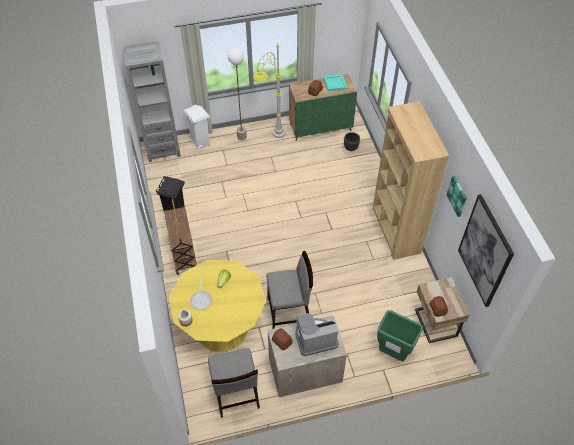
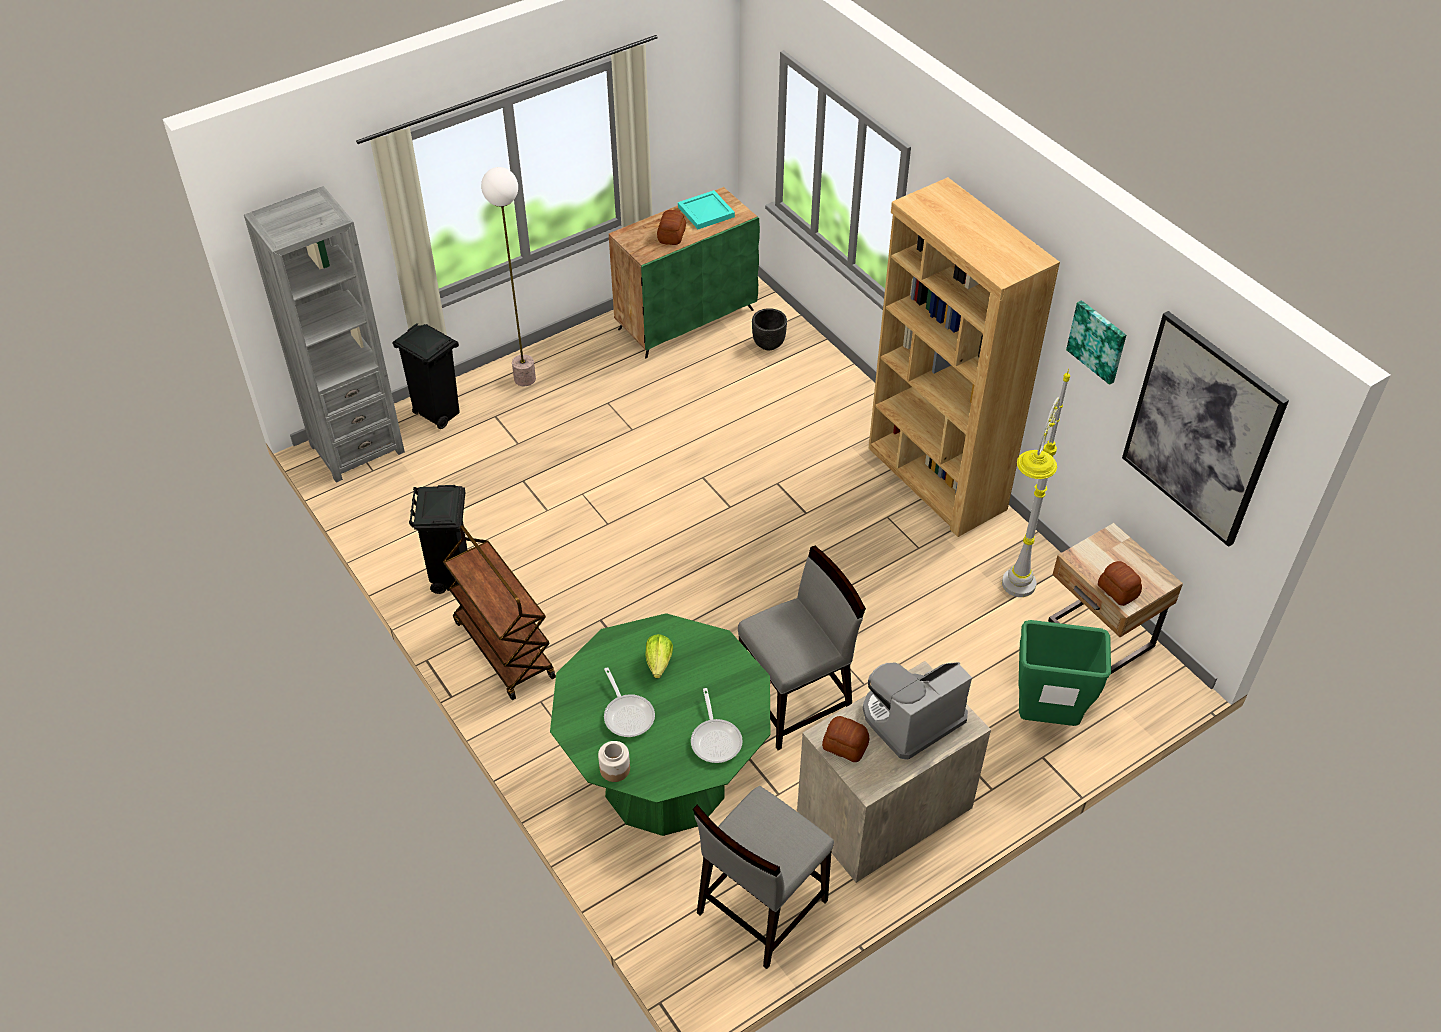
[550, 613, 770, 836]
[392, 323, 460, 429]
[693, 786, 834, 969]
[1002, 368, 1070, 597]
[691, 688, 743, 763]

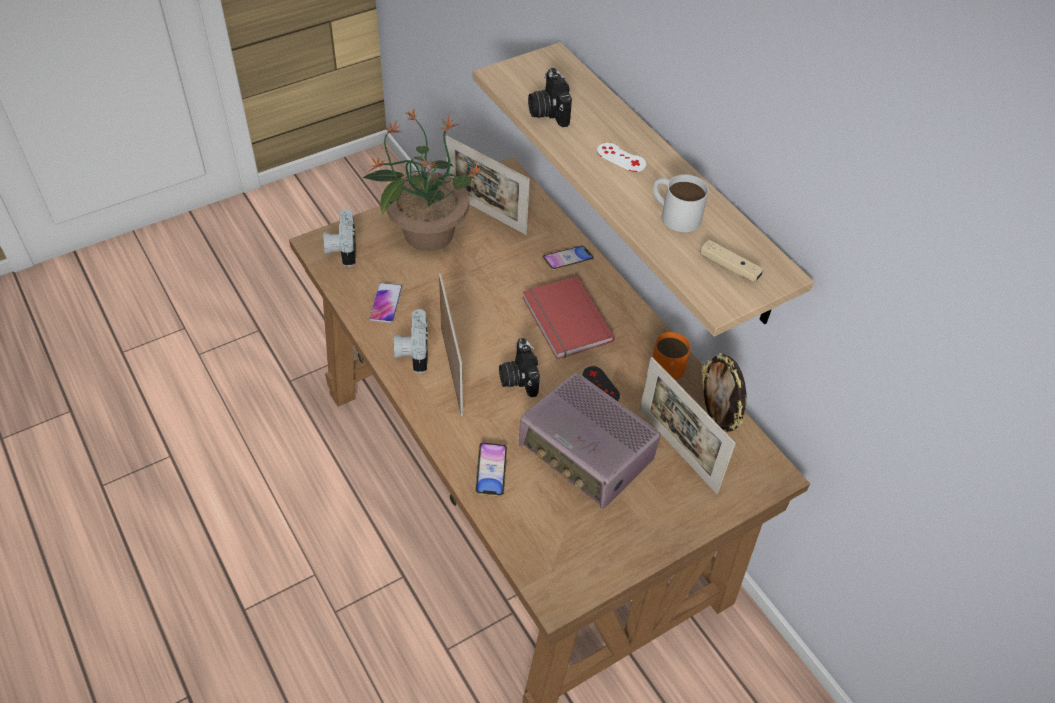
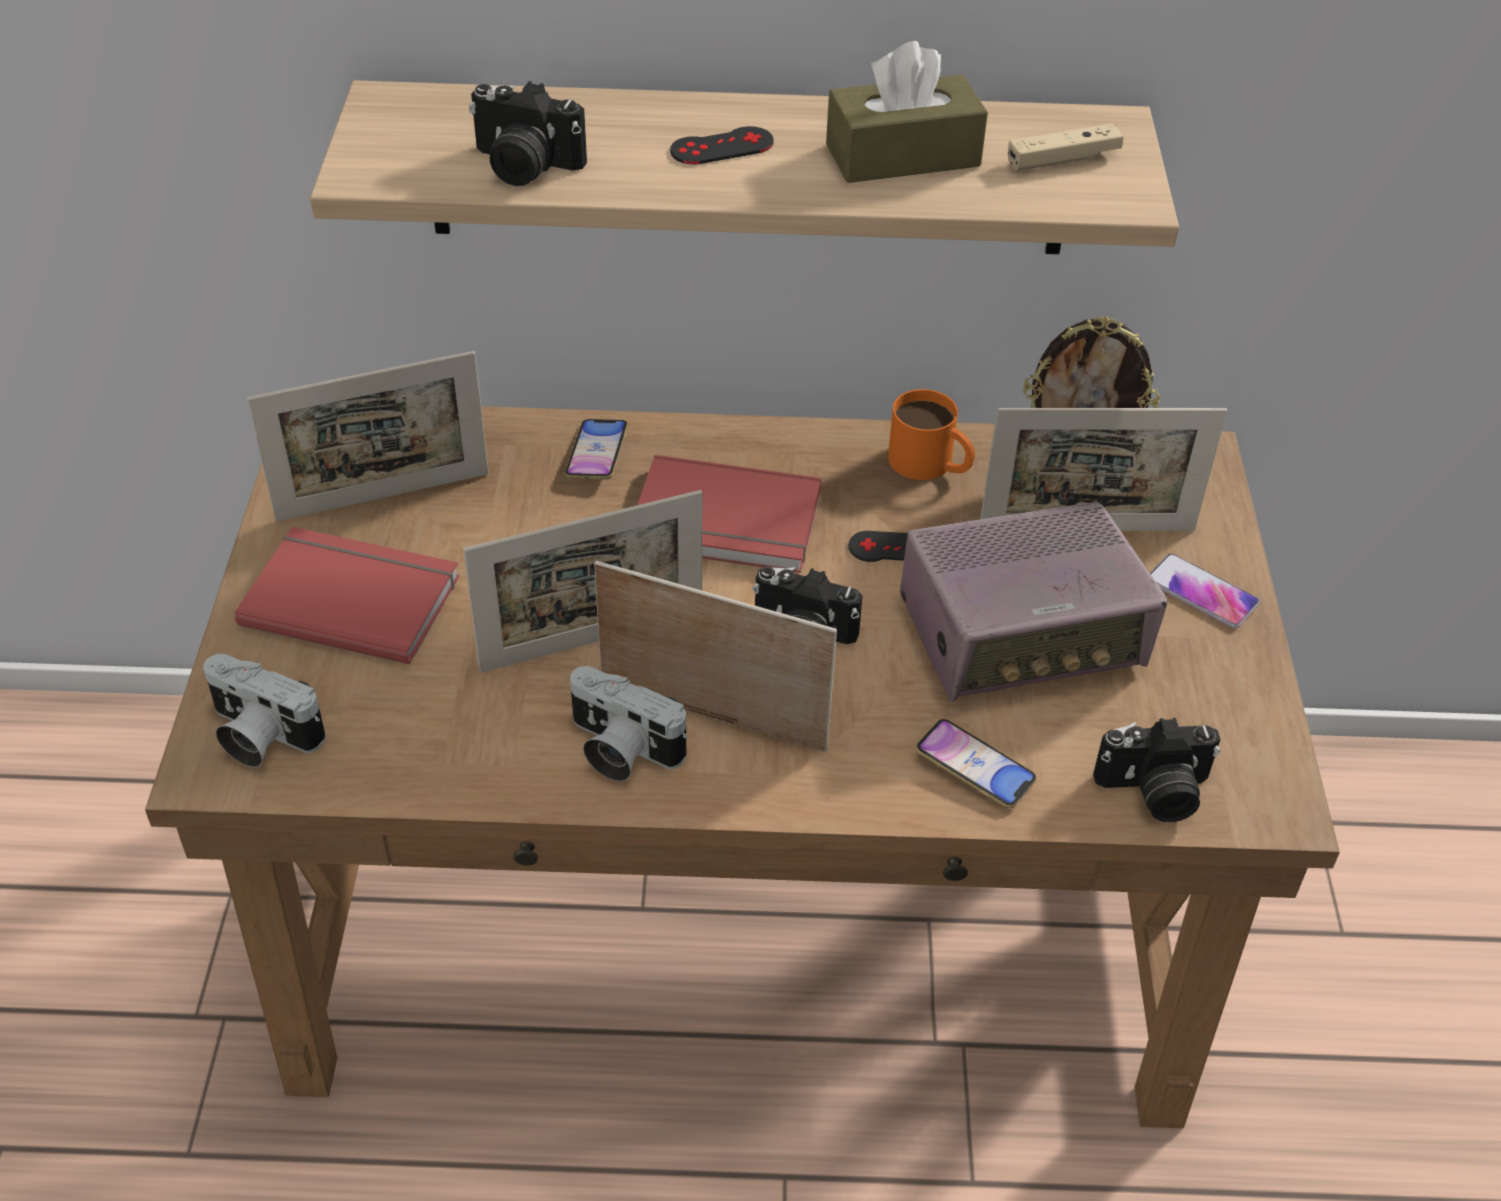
[235, 527, 459, 665]
[1150, 554, 1260, 628]
[670, 126, 774, 165]
[826, 41, 988, 183]
[463, 490, 702, 673]
[1093, 718, 1220, 822]

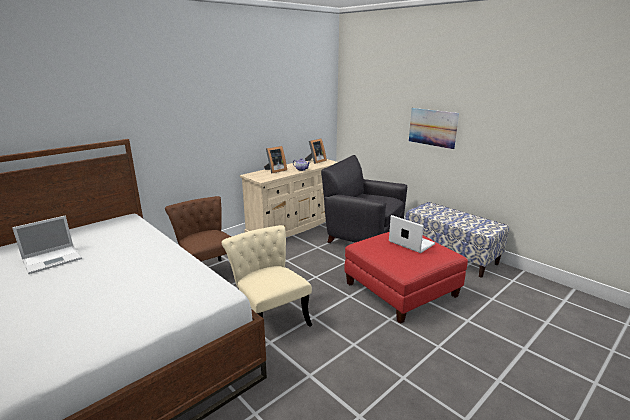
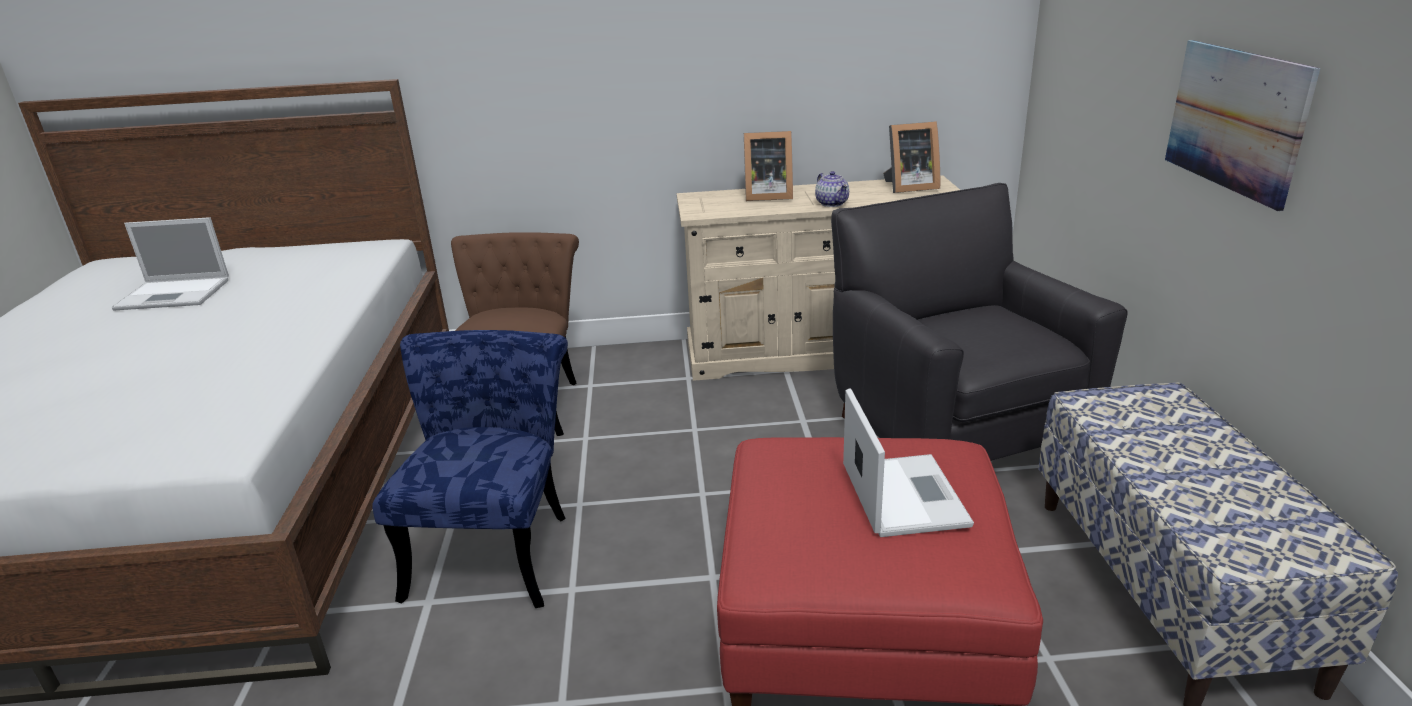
[372, 330, 568, 608]

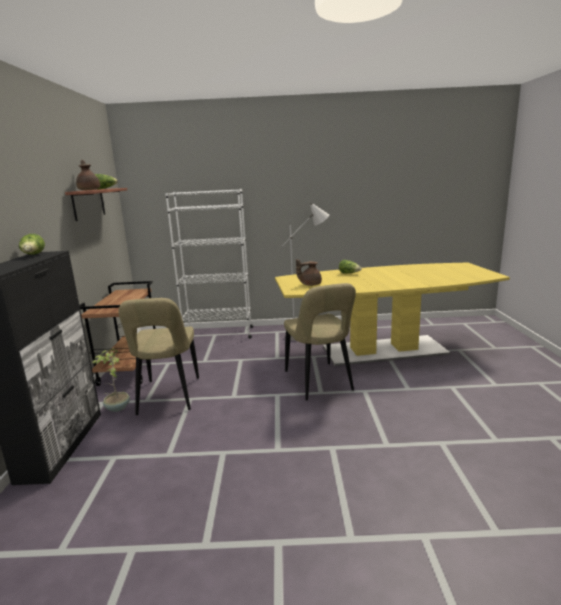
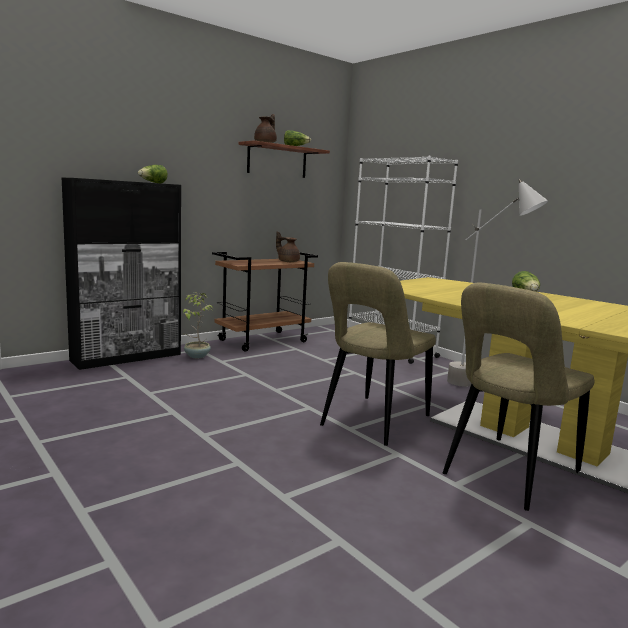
[443, 283, 594, 511]
[276, 232, 300, 262]

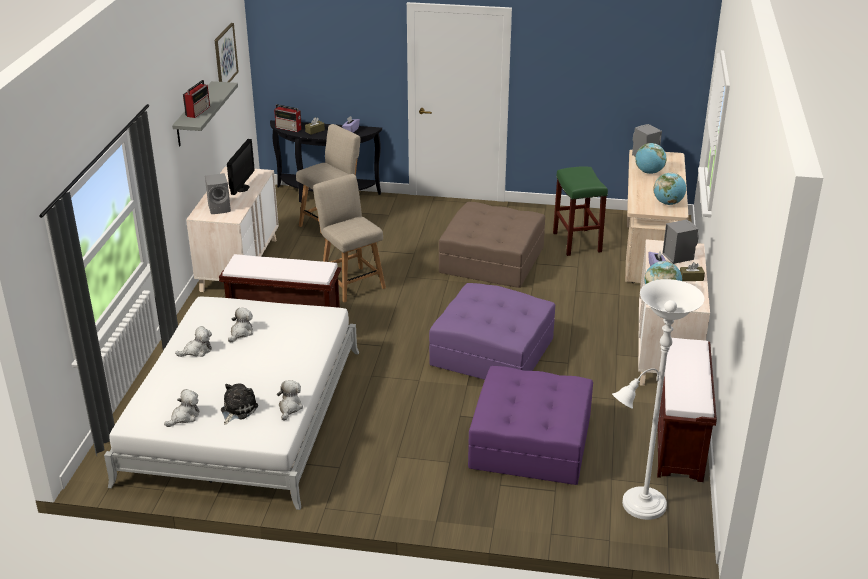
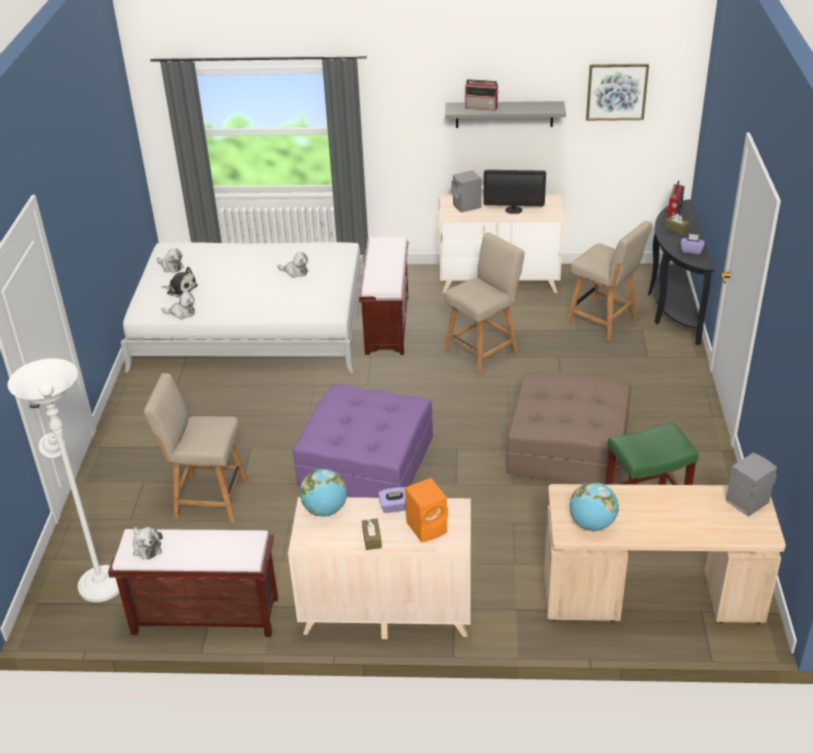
[133, 527, 163, 560]
[144, 373, 248, 522]
[635, 143, 667, 174] (first image)
[405, 478, 448, 543]

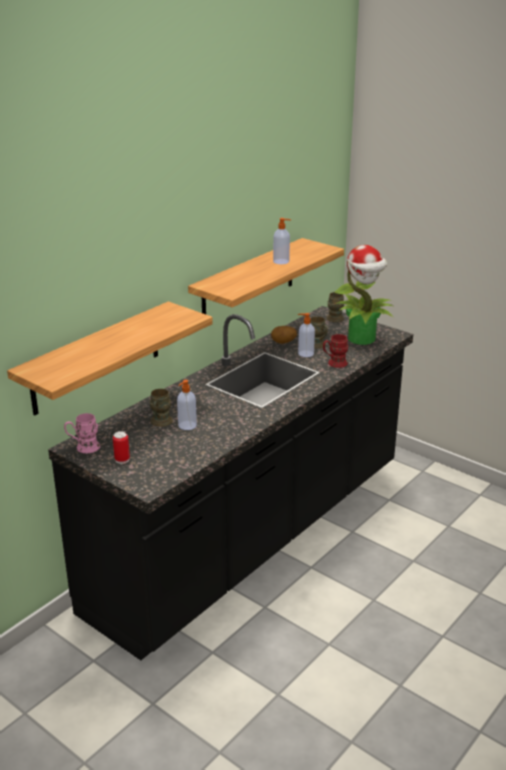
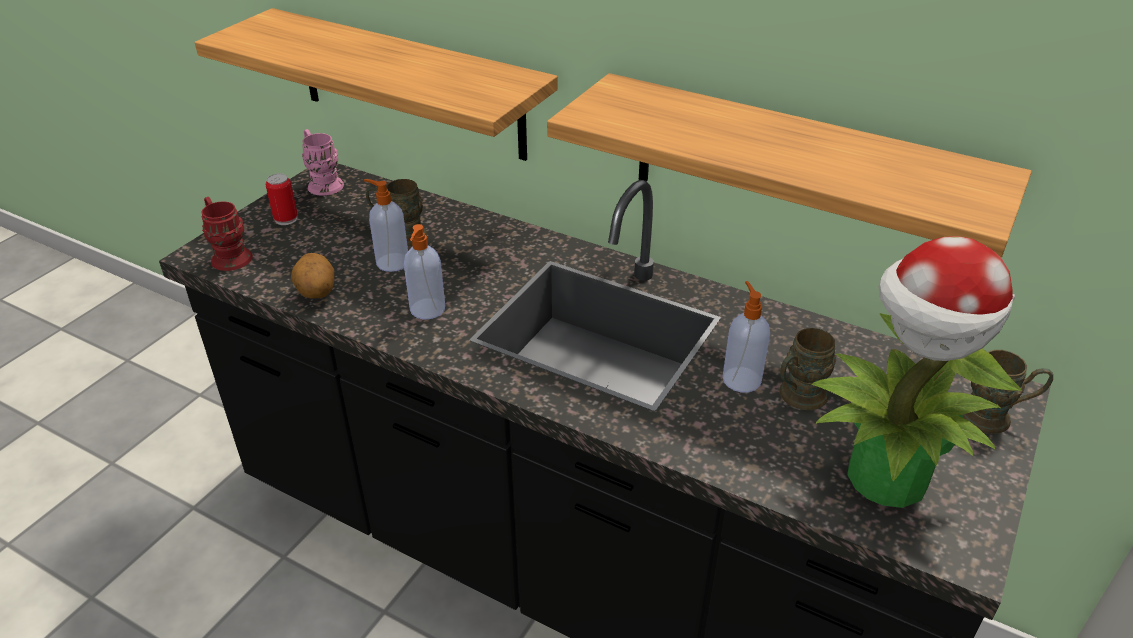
[291, 253, 334, 298]
[404, 224, 445, 319]
[201, 197, 253, 271]

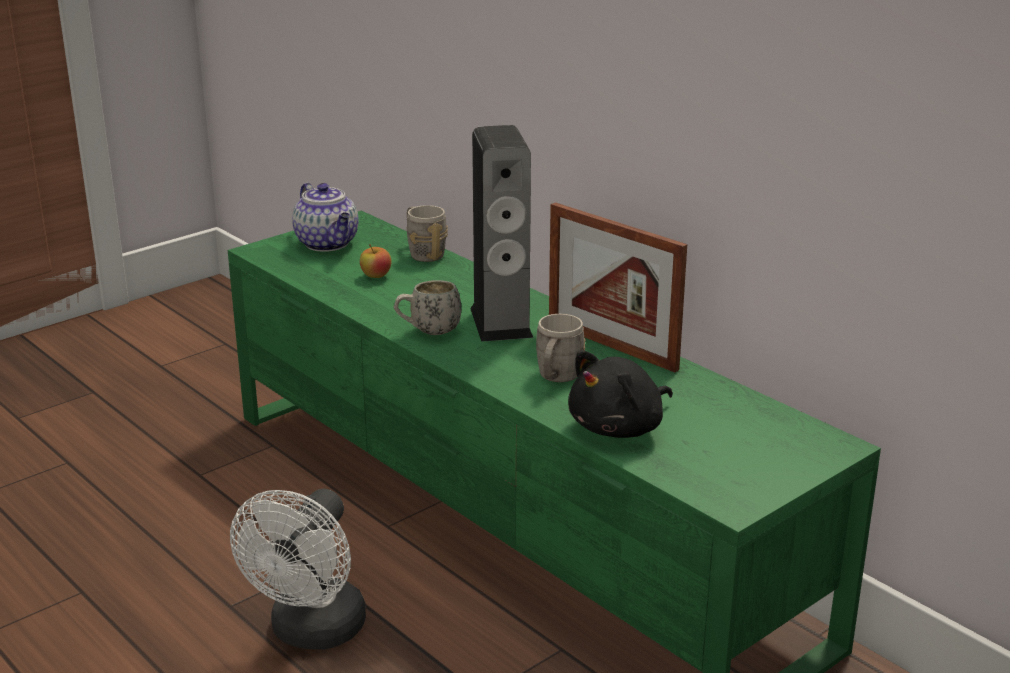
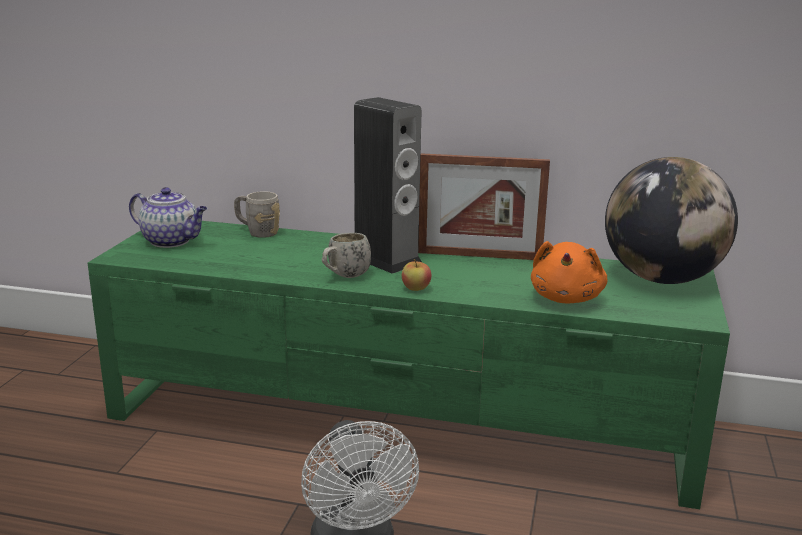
[402, 259, 431, 291]
[536, 314, 586, 382] (first image)
[531, 241, 607, 303]
[605, 157, 738, 284]

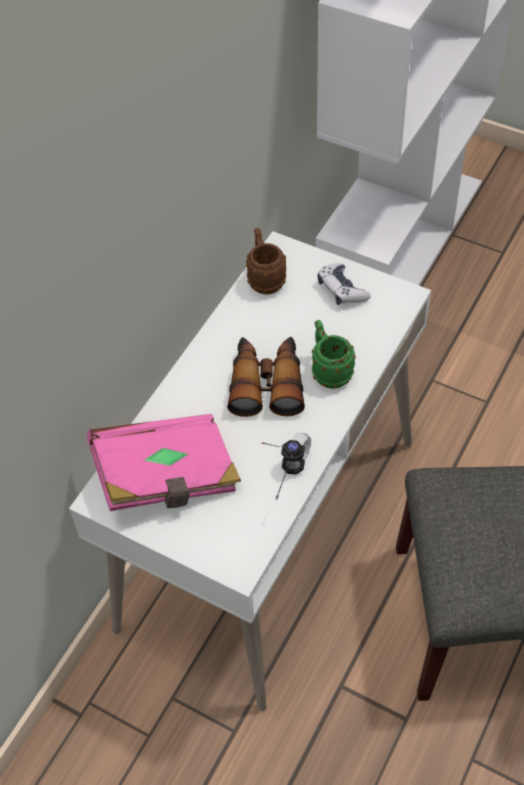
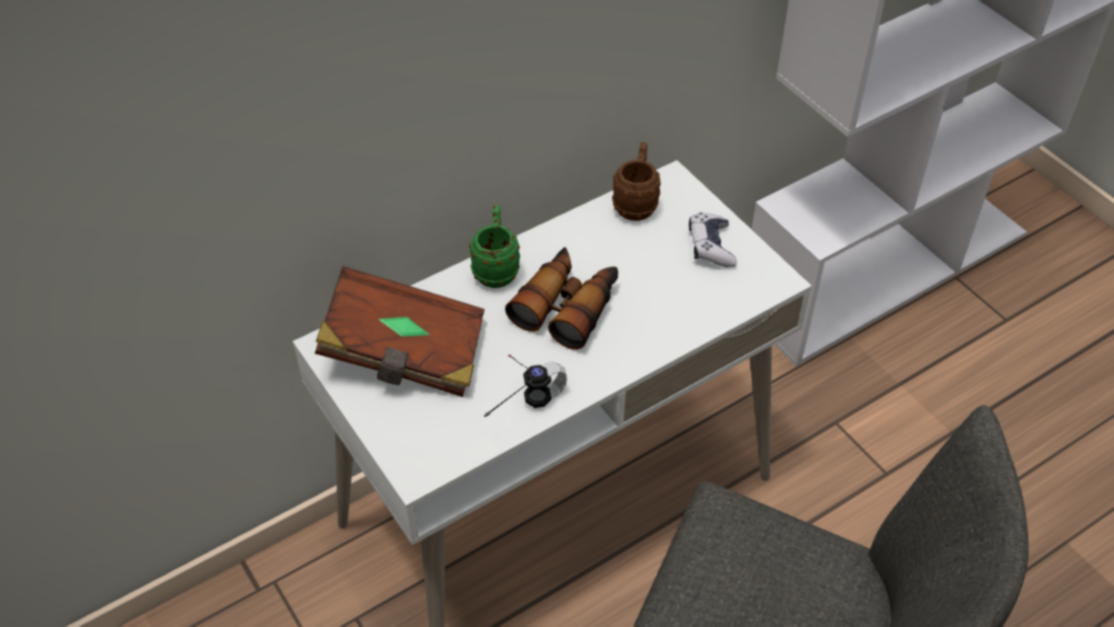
[315, 266, 485, 397]
[469, 205, 520, 288]

